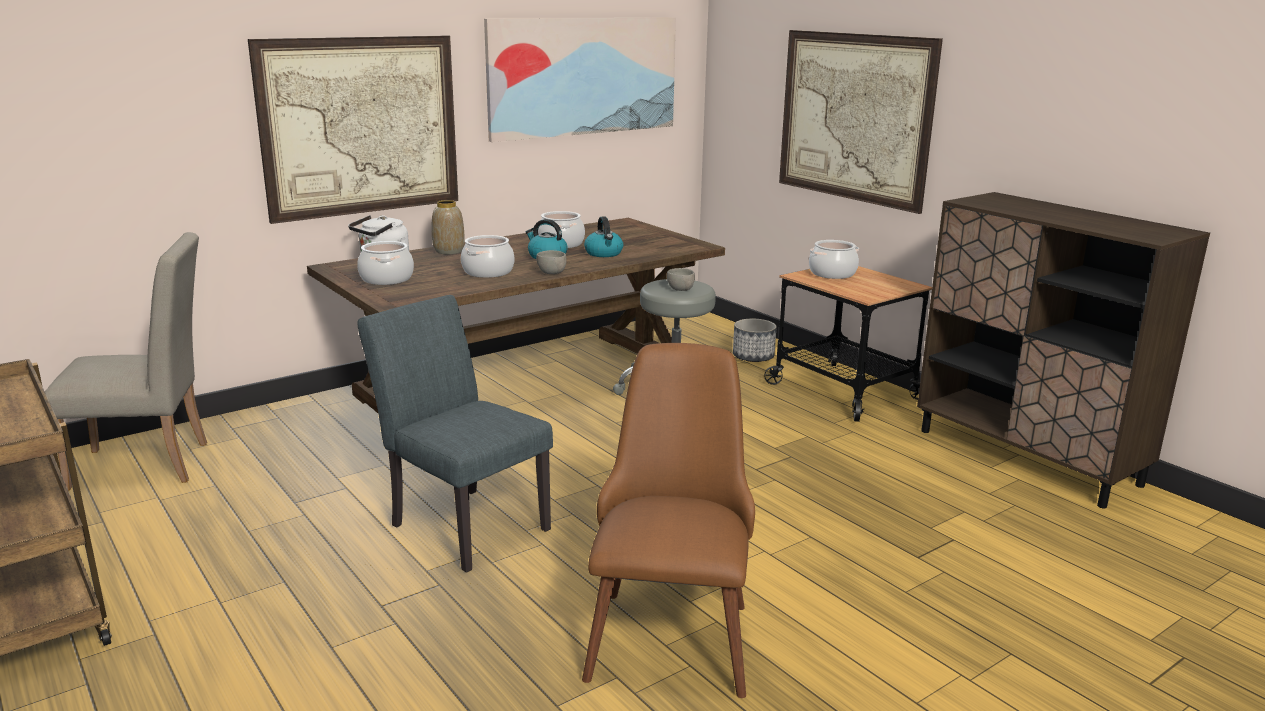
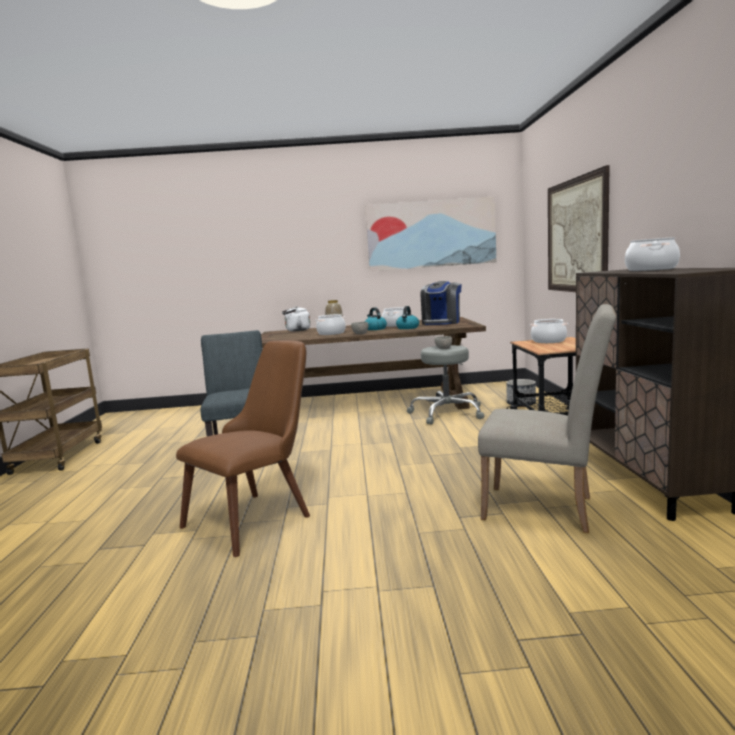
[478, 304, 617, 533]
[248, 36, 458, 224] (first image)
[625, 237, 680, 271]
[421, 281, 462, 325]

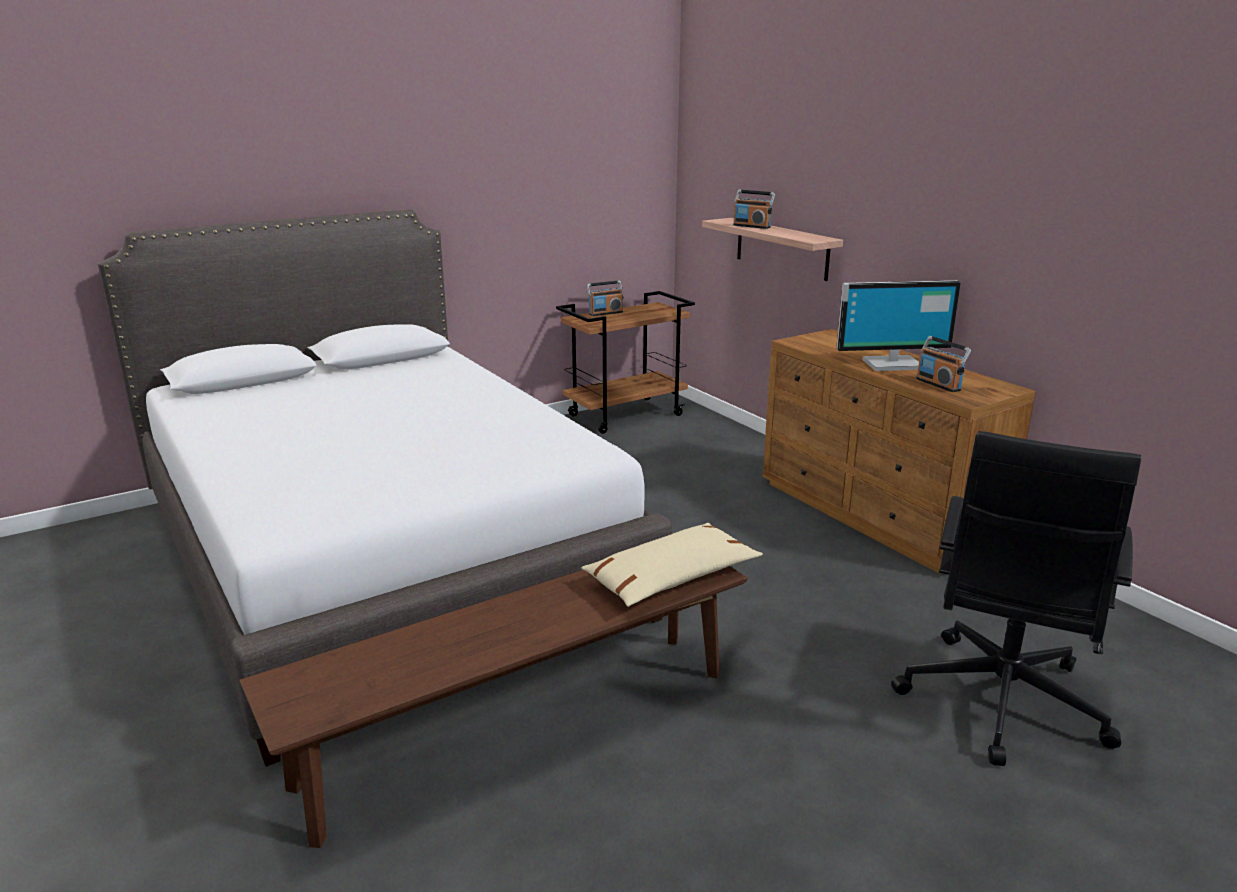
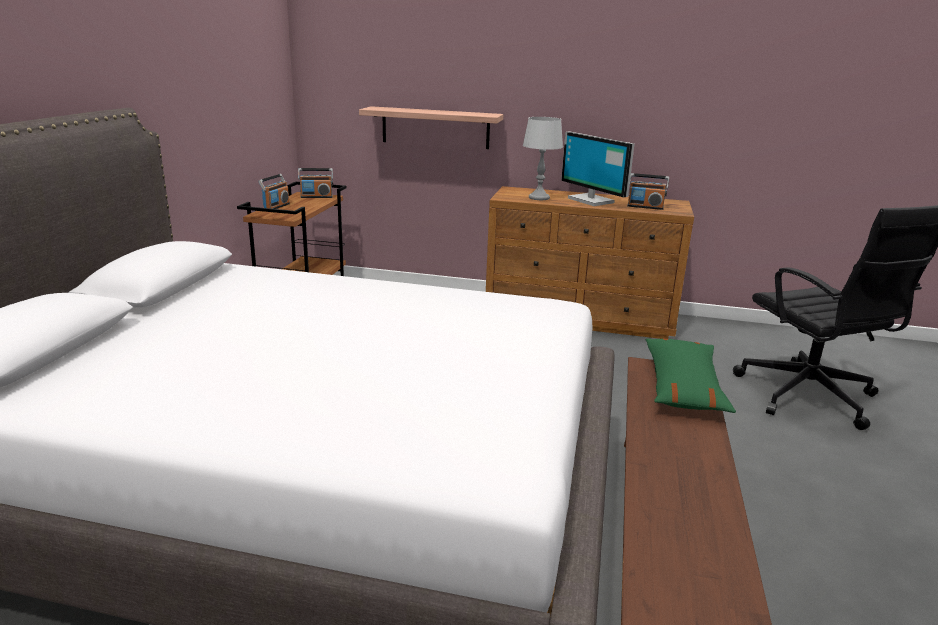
[645, 339, 736, 413]
[298, 168, 333, 198]
[561, 132, 634, 206]
[523, 117, 563, 200]

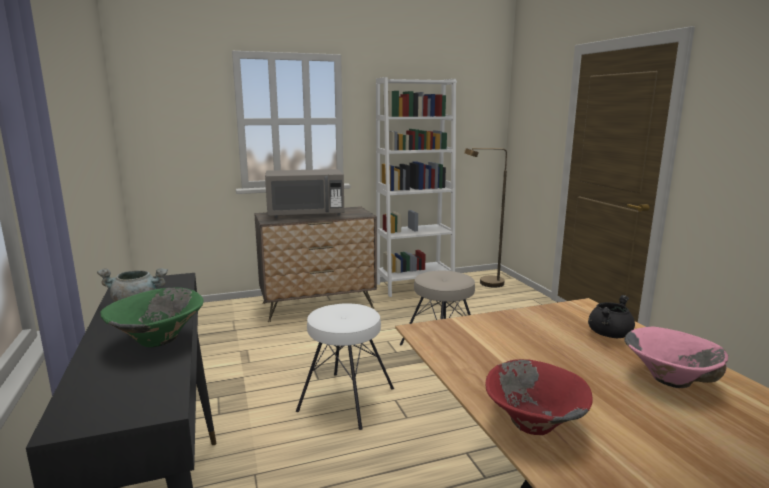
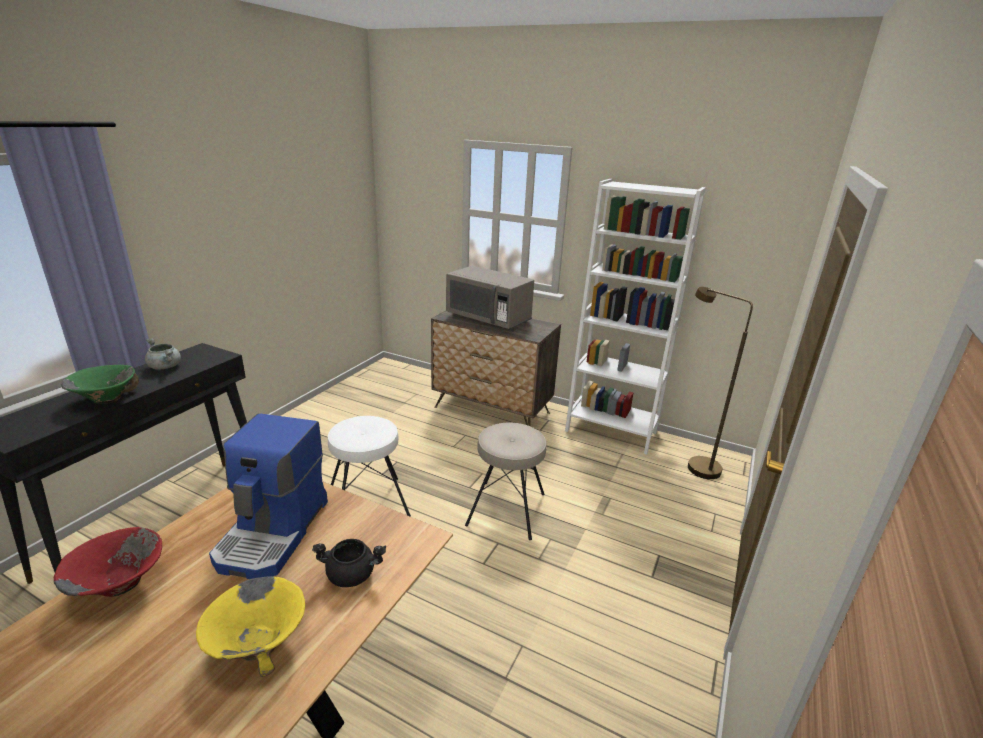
[196, 576, 305, 677]
[209, 413, 328, 579]

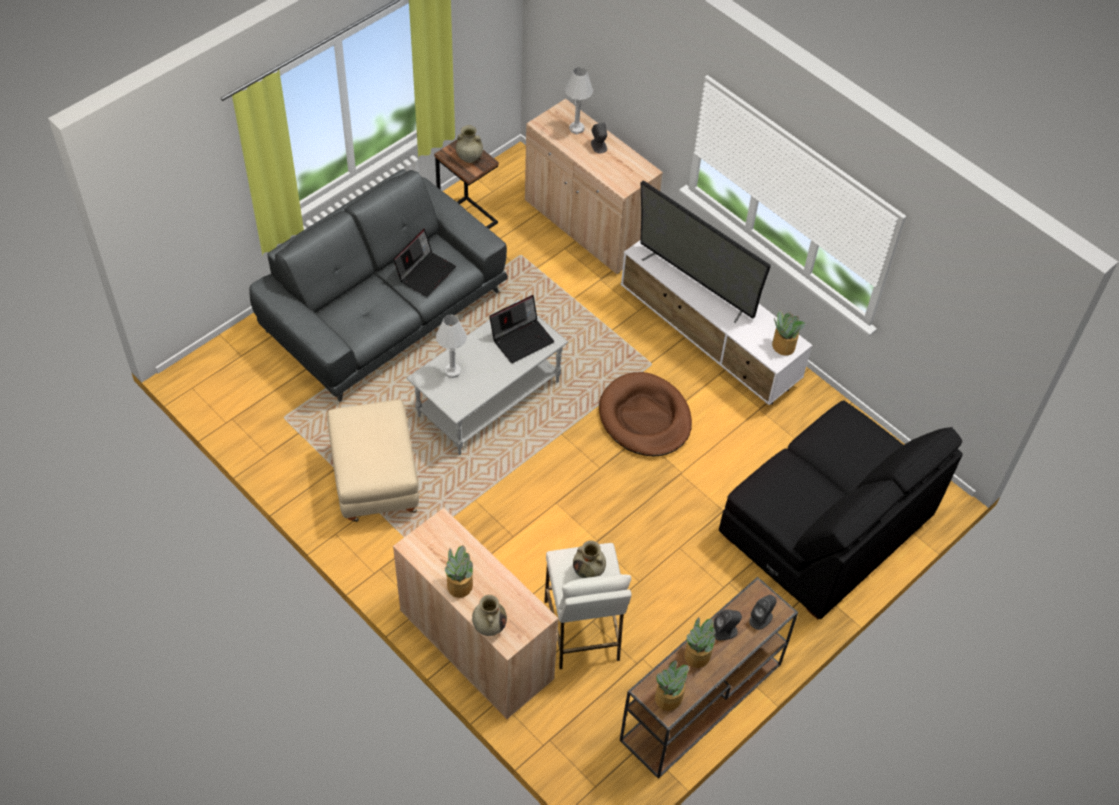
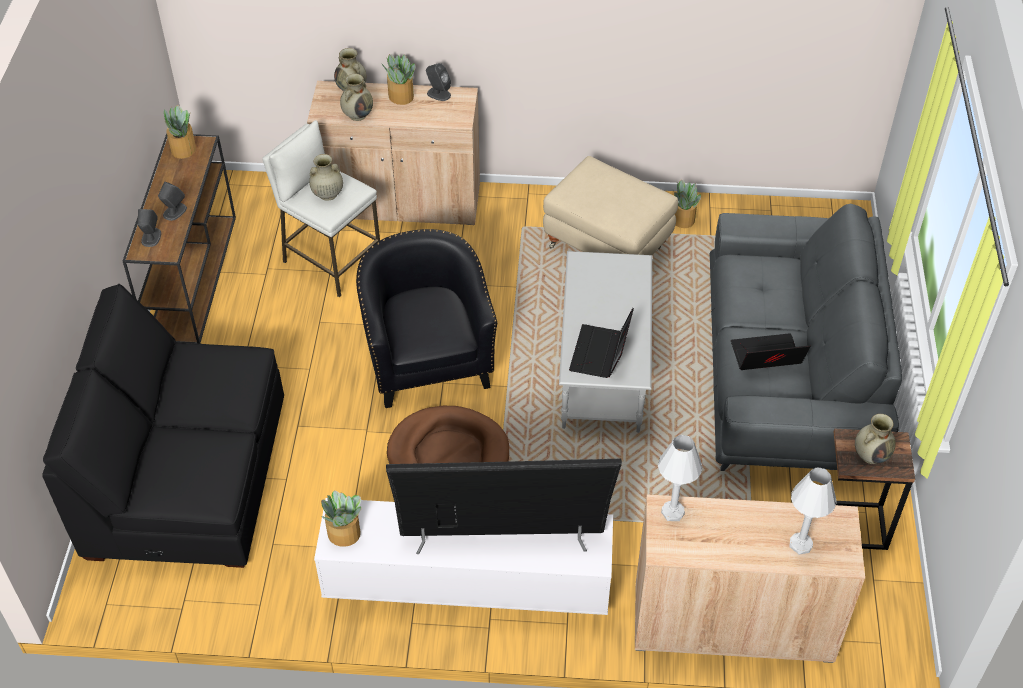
[731, 333, 810, 370]
[658, 435, 702, 521]
[426, 63, 451, 101]
[673, 180, 701, 228]
[340, 74, 373, 121]
[356, 229, 497, 408]

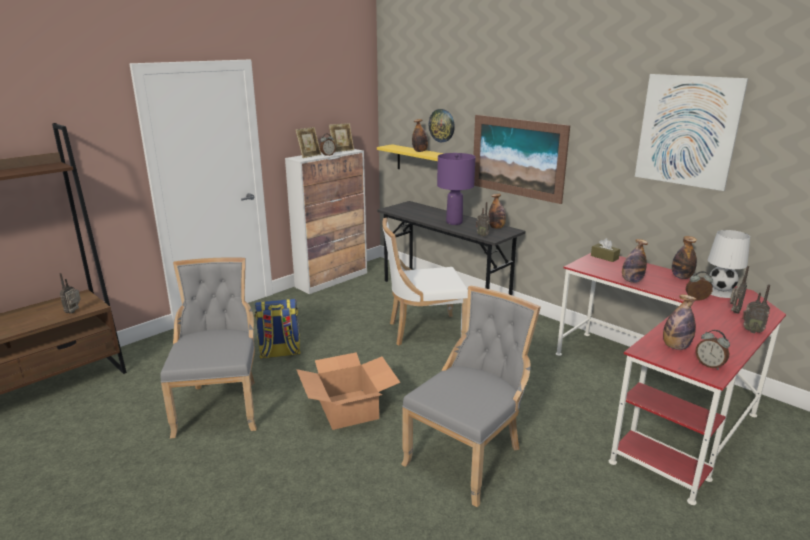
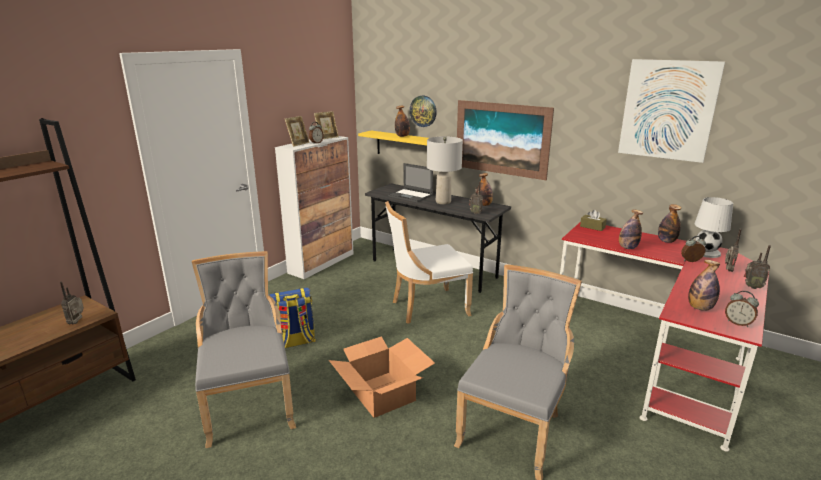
[427, 136, 463, 204]
[388, 163, 433, 202]

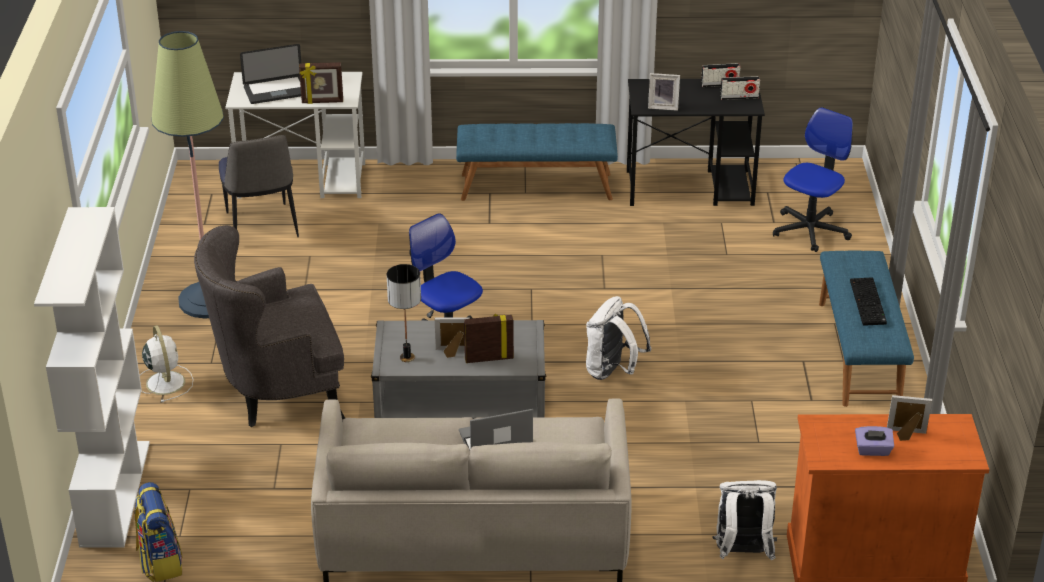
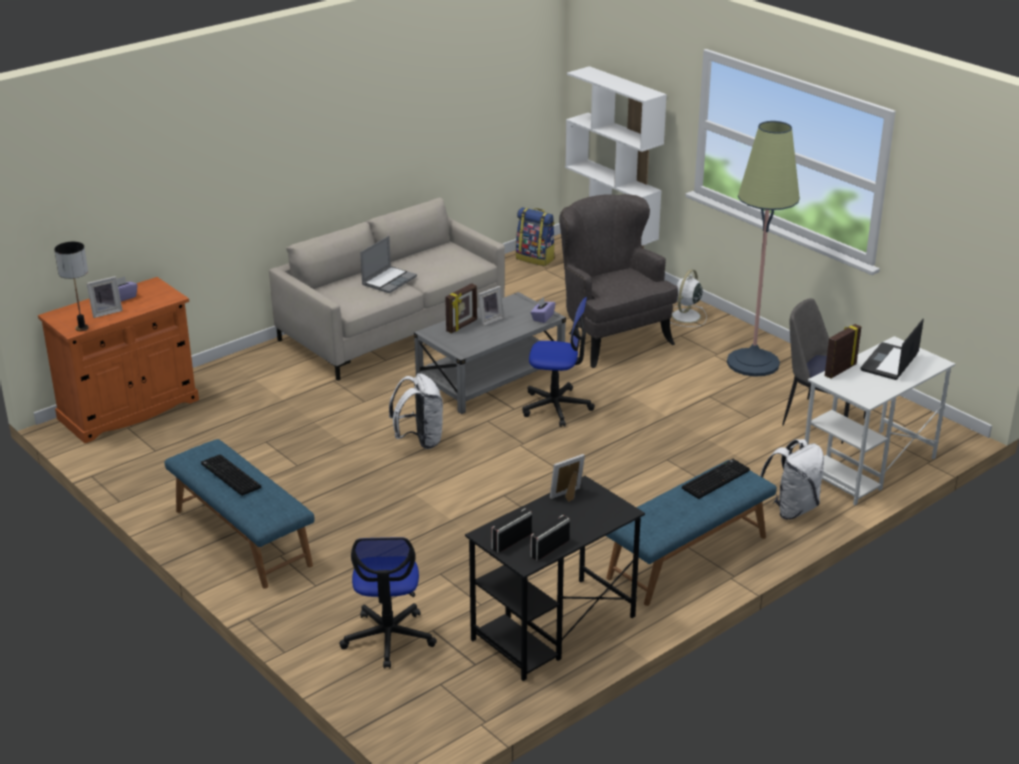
[670, 270, 707, 327]
[559, 194, 678, 368]
[54, 242, 89, 331]
[760, 439, 824, 519]
[531, 297, 556, 323]
[682, 459, 750, 499]

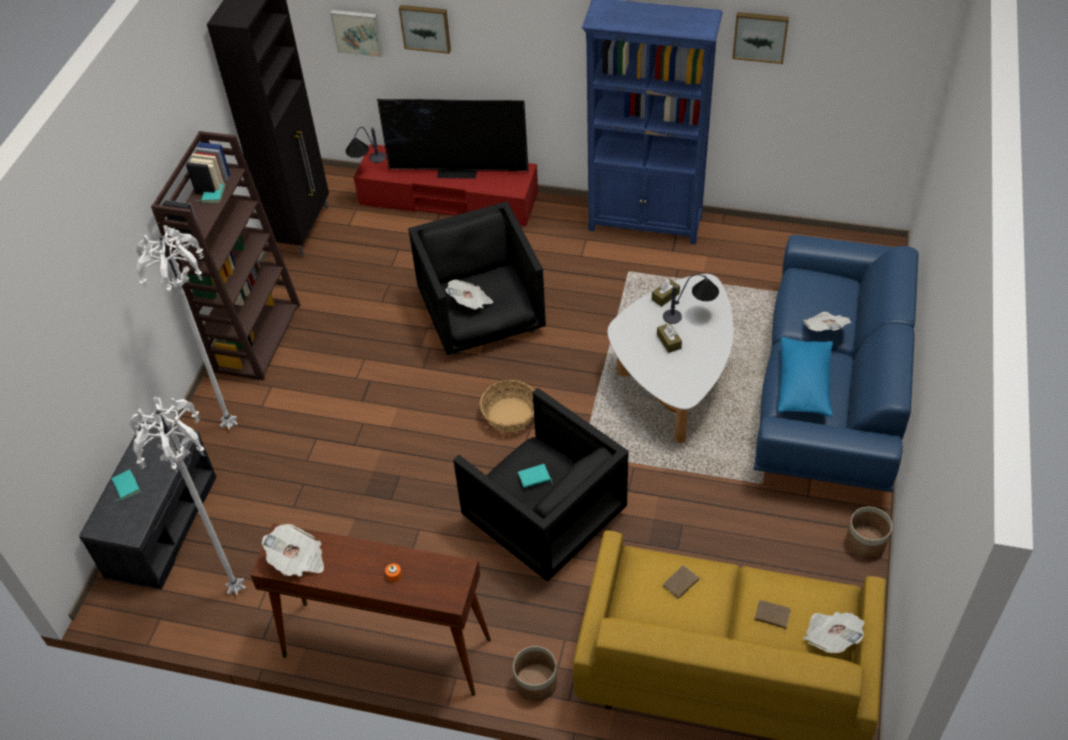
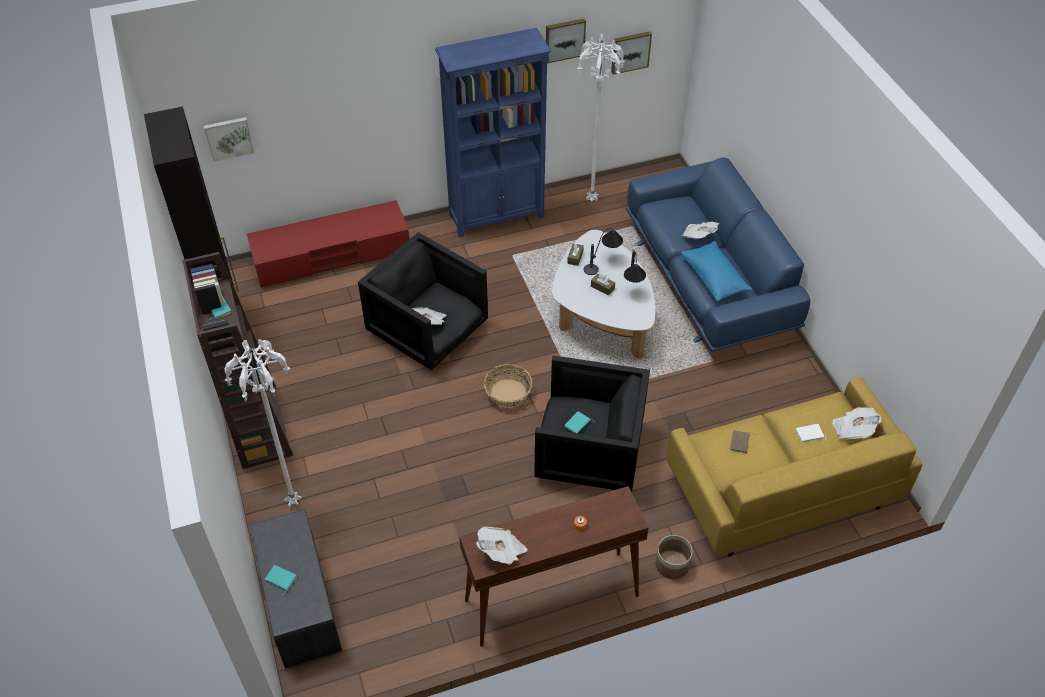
[577, 35, 625, 202]
[624, 250, 646, 283]
[377, 99, 528, 179] (first image)
[611, 31, 652, 75]
[796, 424, 826, 442]
[846, 507, 892, 558] (first image)

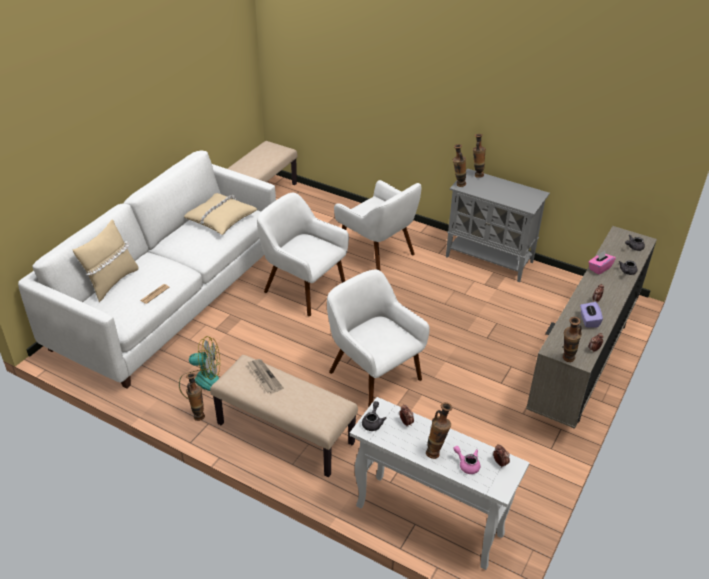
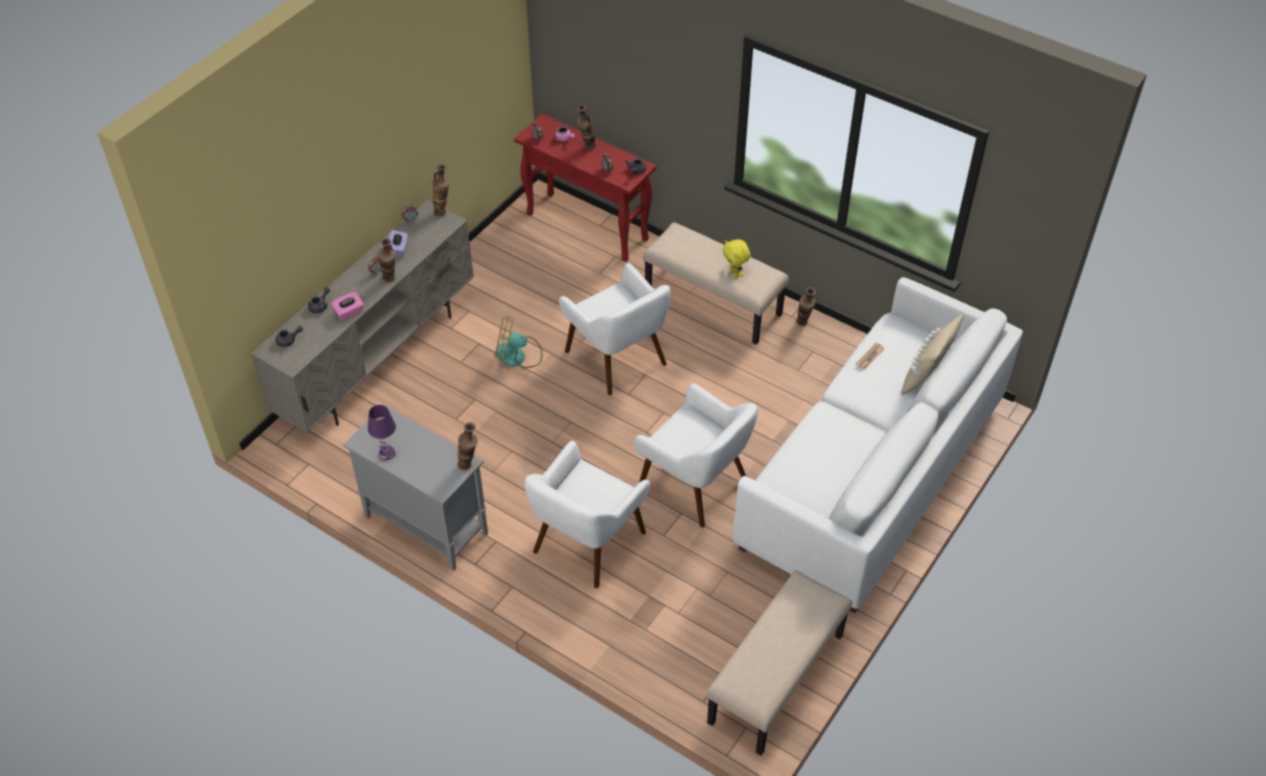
[495, 316, 542, 368]
[184, 193, 258, 235] (first image)
[722, 239, 751, 278]
[525, 441, 650, 588]
[514, 114, 657, 262]
[378, 238, 396, 282]
[368, 405, 396, 460]

